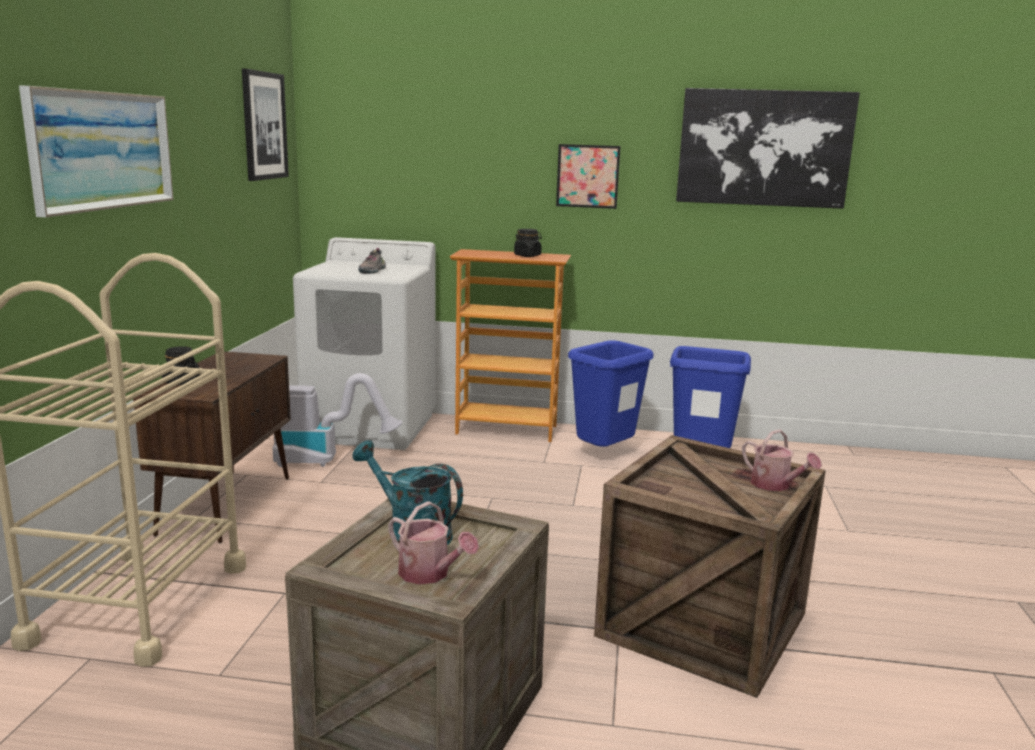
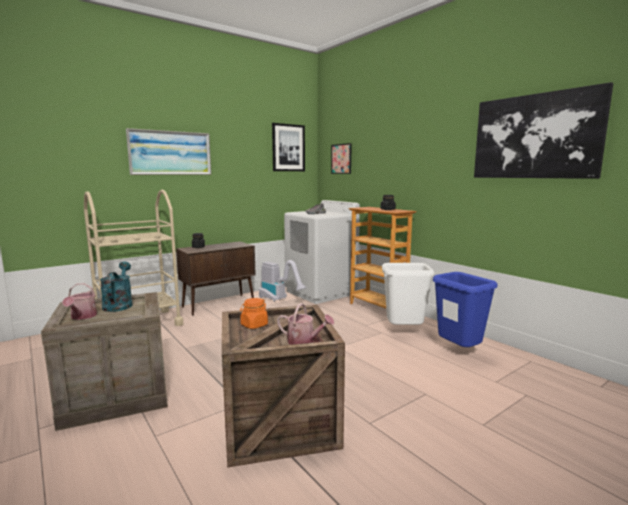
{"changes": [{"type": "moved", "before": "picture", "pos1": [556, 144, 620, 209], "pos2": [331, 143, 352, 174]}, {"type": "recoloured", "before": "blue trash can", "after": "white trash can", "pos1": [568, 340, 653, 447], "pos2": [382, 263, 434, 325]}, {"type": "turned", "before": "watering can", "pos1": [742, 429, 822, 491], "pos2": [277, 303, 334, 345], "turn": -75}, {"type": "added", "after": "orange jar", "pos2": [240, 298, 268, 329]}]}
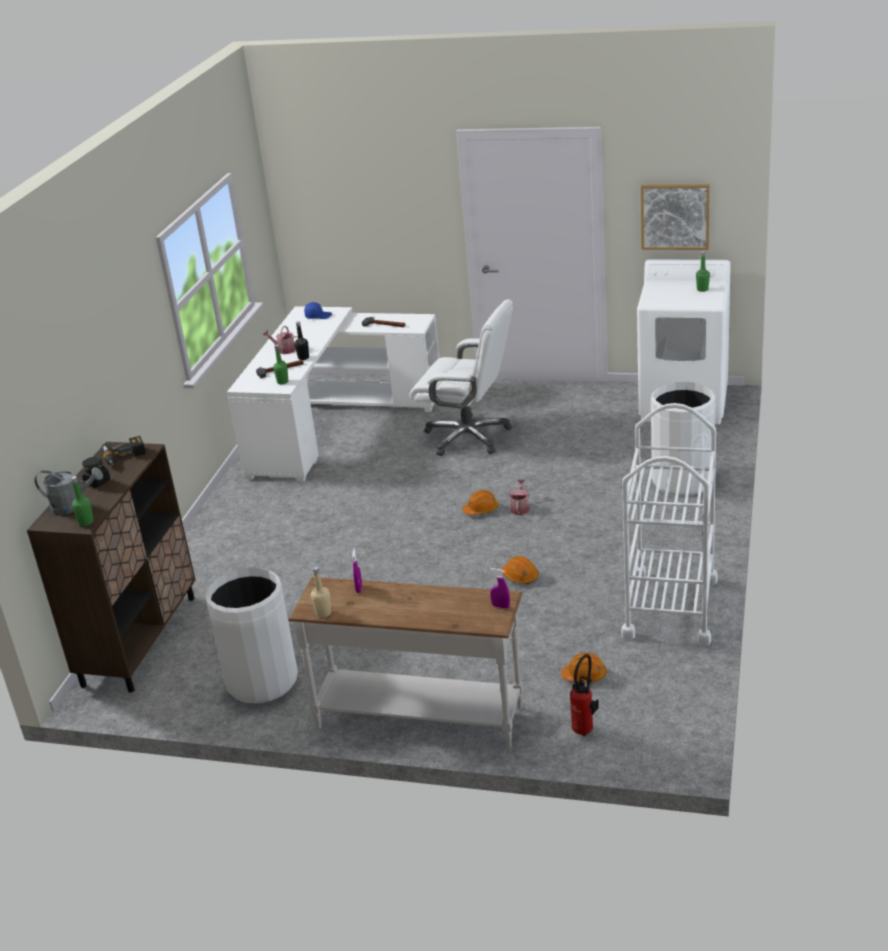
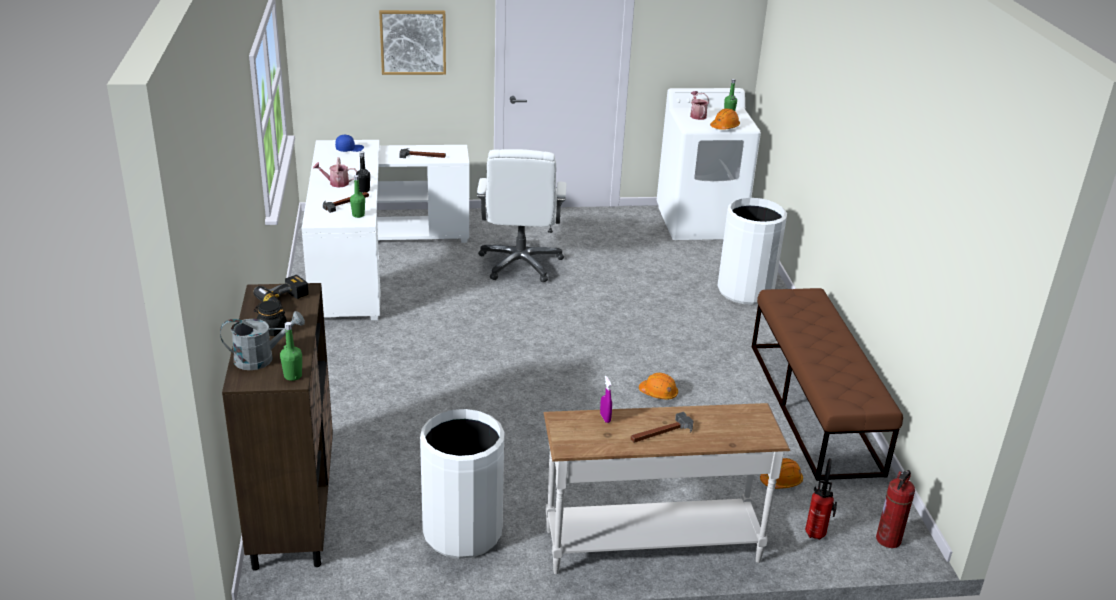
{"changes": [{"type": "removed", "before": "beige bottle", "pos1": [311, 566, 331, 618]}, {"type": "turned", "before": "white office chair", "pos1": [409, 299, 513, 456], "pos2": [477, 149, 566, 282], "turn": 90}, {"type": "moved", "before": "orange hard hat", "pos1": [462, 490, 499, 515], "pos2": [710, 108, 740, 130]}, {"type": "removed", "before": "purple spray bottle", "pos1": [490, 568, 510, 609]}, {"type": "moved", "before": "watering can", "pos1": [508, 479, 530, 515], "pos2": [690, 91, 709, 120]}, {"type": "replaced", "before": "white cart", "after": "brown bench", "pos1": [621, 403, 718, 646], "pos2": [752, 288, 903, 481]}, {"type": "moved", "before": "picture", "pos1": [641, 184, 710, 250], "pos2": [379, 10, 446, 75]}, {"type": "added", "after": "hammer", "pos2": [631, 412, 693, 443]}, {"type": "added", "after": "fire extinguisher", "pos2": [876, 470, 915, 548]}]}
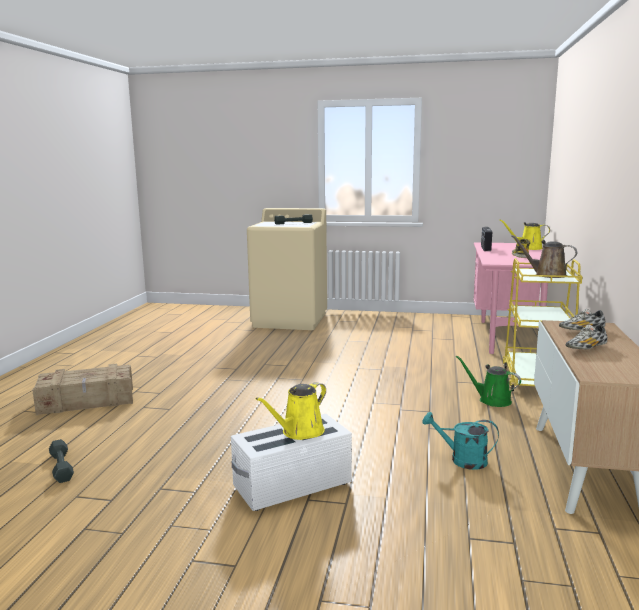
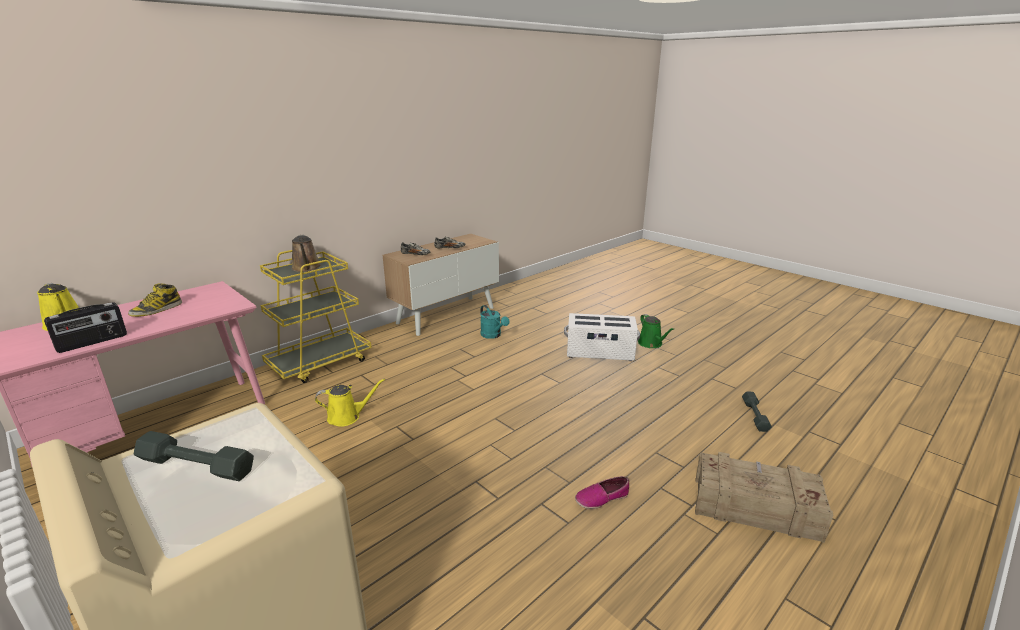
{"changes": [{"type": "moved", "before": "yellow watering can", "pos1": [256, 382, 326, 440], "pos2": [315, 378, 385, 427]}, {"type": "moved", "before": "green watering can", "pos1": [456, 356, 521, 407], "pos2": [638, 314, 674, 348]}, {"type": "added", "after": "shoe", "pos2": [575, 476, 629, 509]}]}
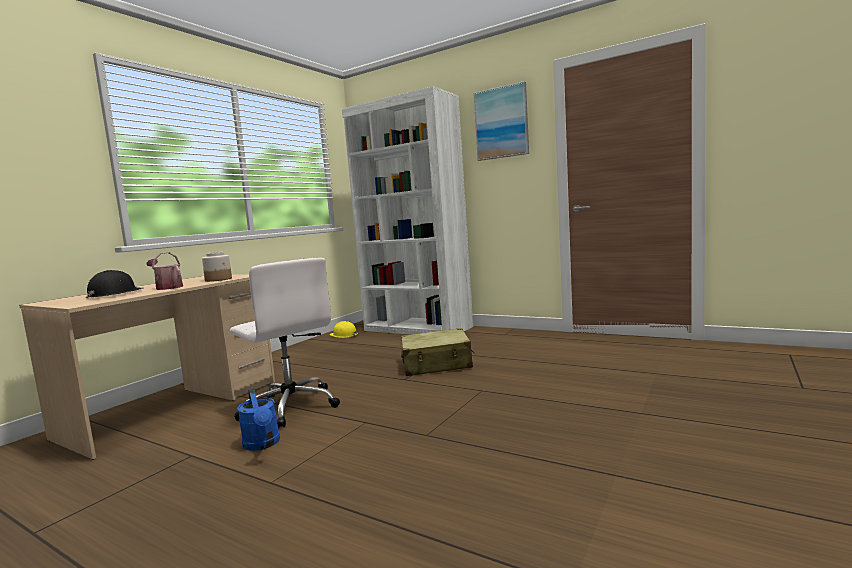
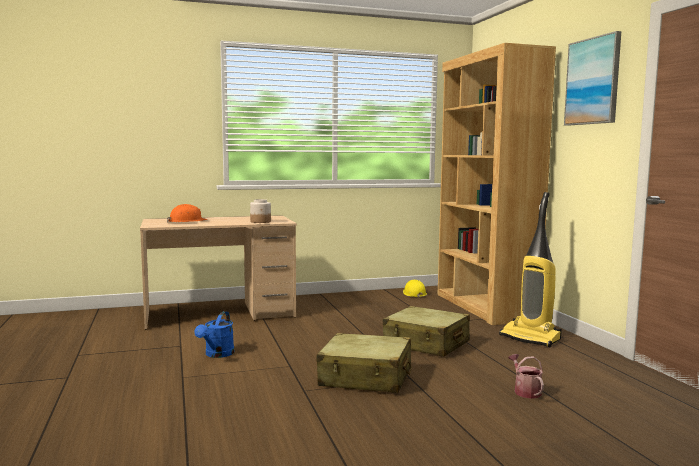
{"changes": [{"type": "recoloured", "before": "black hard hat", "after": "orange hard hat", "pos1": [86, 270, 144, 300], "pos2": [167, 204, 208, 223]}, {"type": "moved", "before": "watering can", "pos1": [146, 252, 183, 290], "pos2": [509, 354, 544, 399]}, {"type": "removed", "before": "white office chair", "pos1": [230, 258, 340, 428]}, {"type": "recoloured", "before": "white bookcase", "after": "brown bookcase", "pos1": [342, 86, 473, 335], "pos2": [438, 43, 556, 325]}, {"type": "added", "after": "beige suitcase", "pos2": [317, 333, 412, 393]}, {"type": "added", "after": "vacuum cleaner", "pos2": [499, 192, 562, 347]}]}
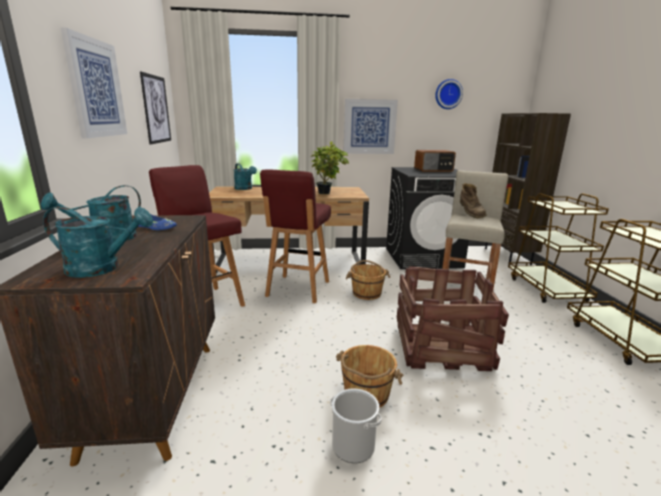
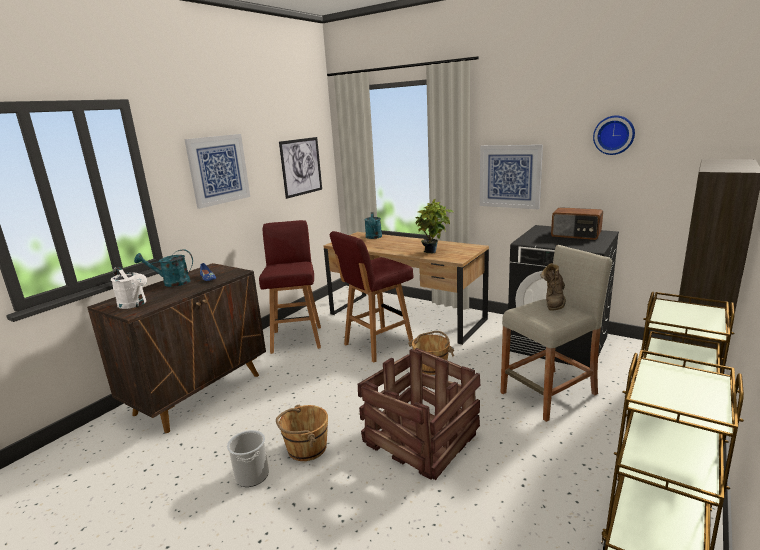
{"changes": [{"type": "recoloured", "before": "turquoise watering can", "after": "white watering can", "pos1": [43, 206, 153, 278], "pos2": [111, 267, 147, 309]}]}
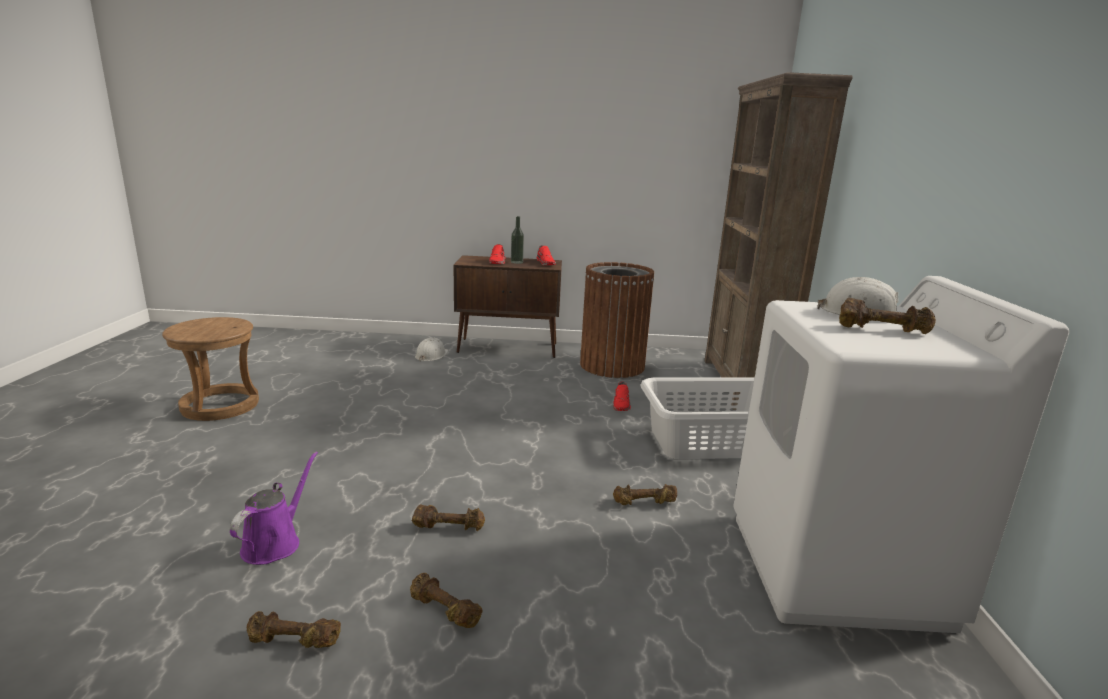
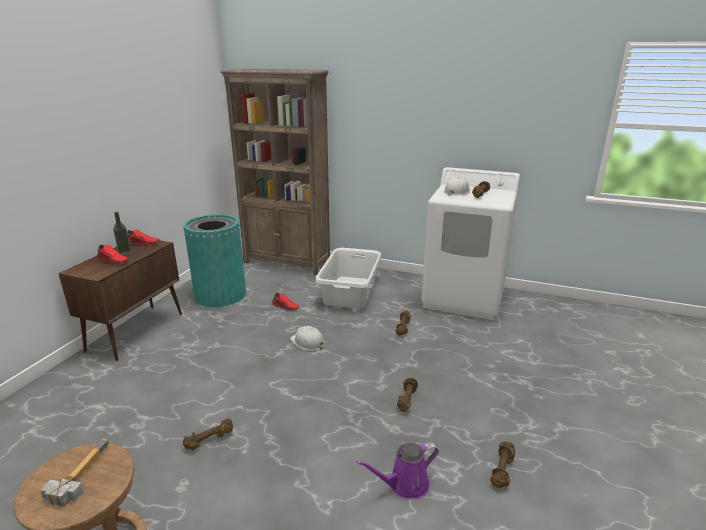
{"changes": [{"type": "turned", "before": "purple watering can", "pos1": [230, 451, 318, 565], "pos2": [357, 443, 439, 499], "turn": -60}, {"type": "moved", "before": "brown dumbbell", "pos1": [410, 573, 483, 628], "pos2": [183, 418, 233, 450]}, {"type": "moved", "before": "white hard hat", "pos1": [415, 338, 449, 362], "pos2": [290, 326, 325, 351]}, {"type": "recoloured", "before": "brown trash can", "after": "turquoise trash can", "pos1": [580, 262, 655, 378], "pos2": [183, 214, 246, 307]}, {"type": "added", "after": "hammer", "pos2": [40, 439, 109, 507]}]}
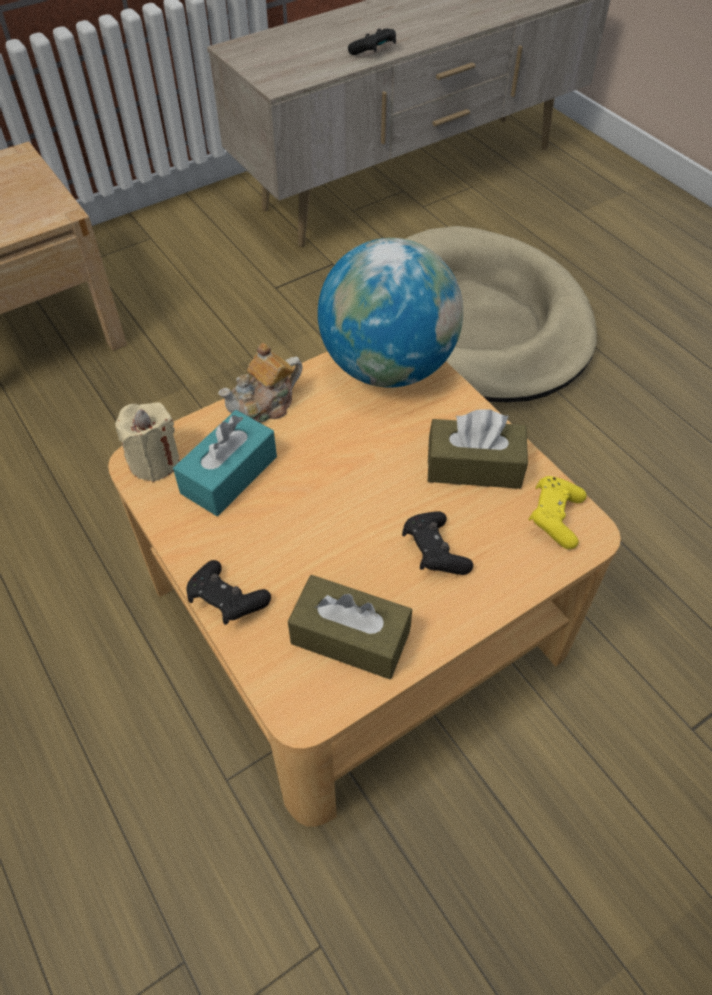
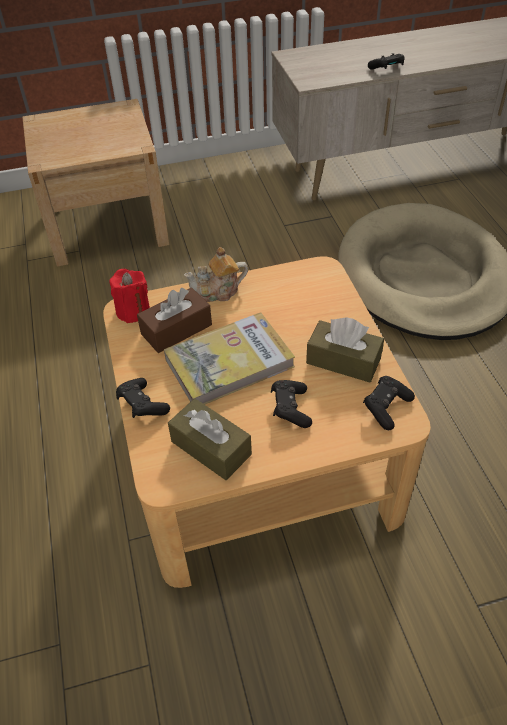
{"changes": [{"type": "recoloured", "before": "beige candle", "after": "red candle", "pos1": [115, 403, 179, 482], "pos2": [109, 269, 150, 323]}, {"type": "recoloured", "before": "turquoise tissue box", "after": "brown tissue box", "pos1": [173, 410, 277, 516], "pos2": [137, 287, 212, 353]}, {"type": "removed", "before": "globe", "pos1": [318, 238, 463, 388]}, {"type": "recoloured", "before": "yellow game controller", "after": "black game controller", "pos1": [528, 476, 587, 549], "pos2": [363, 376, 415, 430]}, {"type": "added", "after": "book", "pos2": [164, 312, 295, 405]}]}
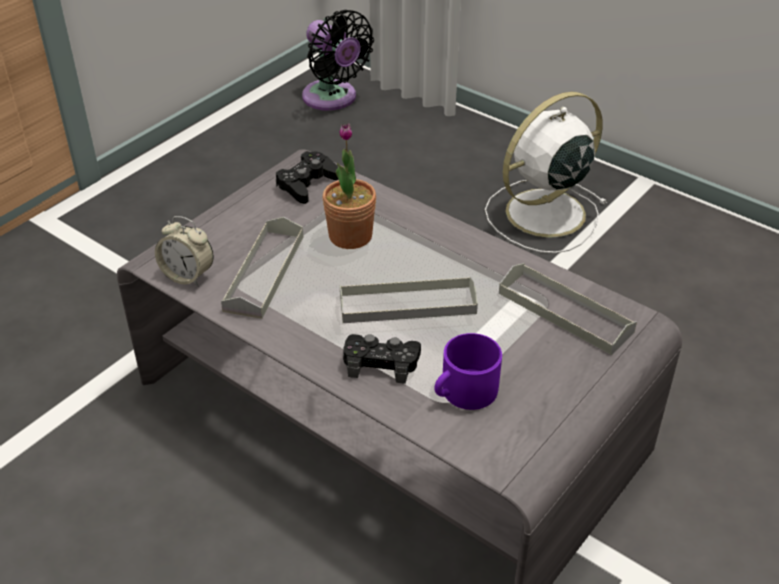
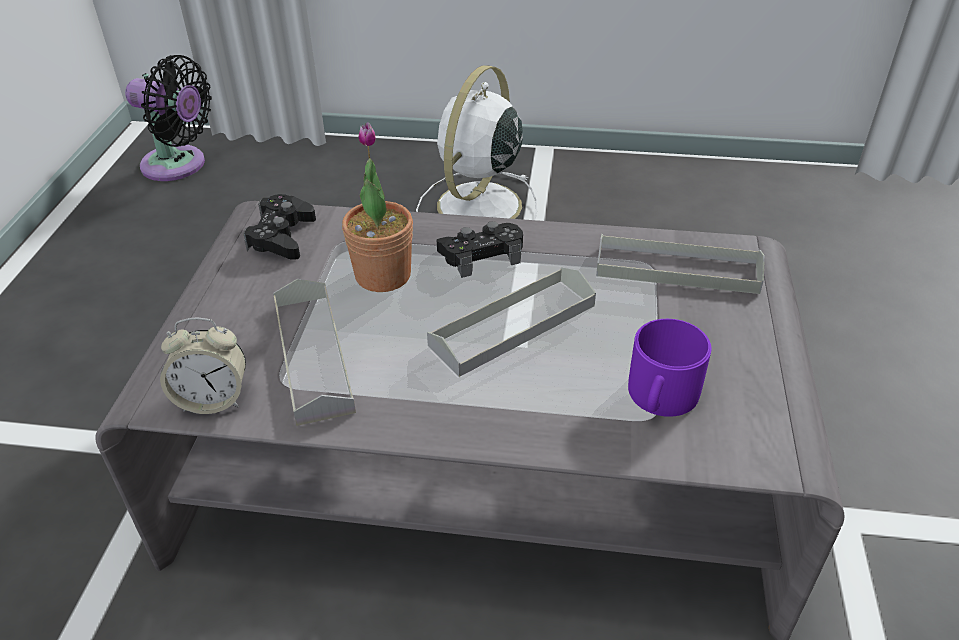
{"changes": [{"type": "moved", "before": "black game controller", "pos1": [343, 334, 421, 384], "pos2": [437, 221, 523, 278]}]}
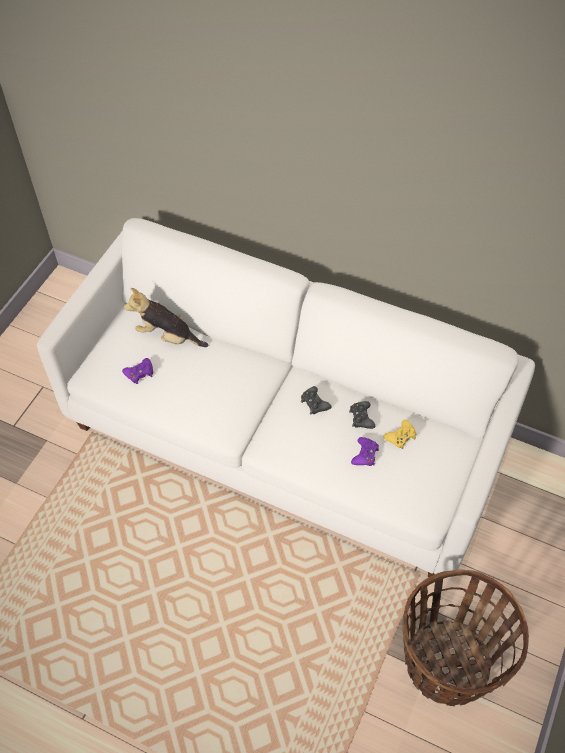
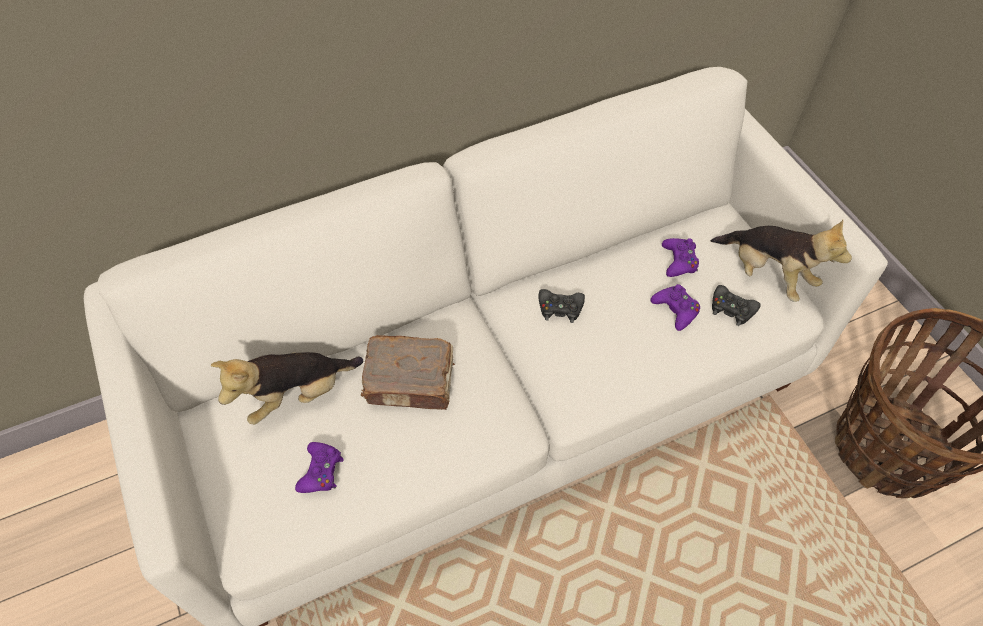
{"changes": [{"type": "moved", "before": "black game controller", "pos1": [349, 401, 375, 429], "pos2": [712, 285, 761, 326]}, {"type": "recoloured", "before": "yellow game controller", "after": "purple game controller", "pos1": [383, 420, 417, 449], "pos2": [662, 238, 699, 277]}, {"type": "added", "after": "brown book", "pos2": [361, 335, 455, 410]}, {"type": "added", "after": "plush toy", "pos2": [711, 220, 852, 302]}]}
